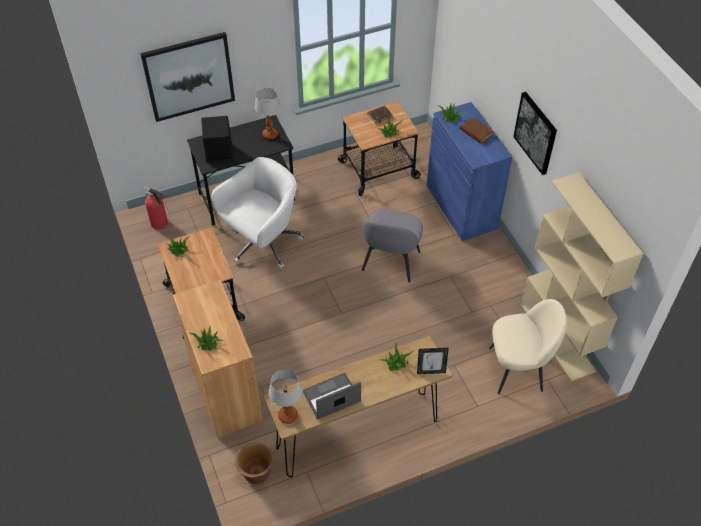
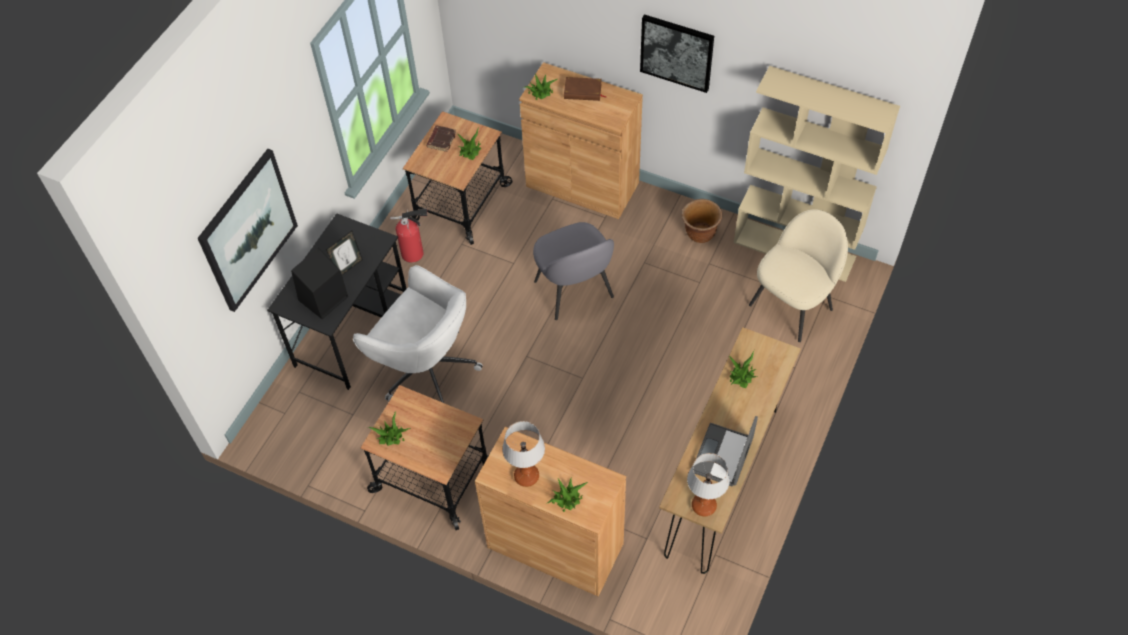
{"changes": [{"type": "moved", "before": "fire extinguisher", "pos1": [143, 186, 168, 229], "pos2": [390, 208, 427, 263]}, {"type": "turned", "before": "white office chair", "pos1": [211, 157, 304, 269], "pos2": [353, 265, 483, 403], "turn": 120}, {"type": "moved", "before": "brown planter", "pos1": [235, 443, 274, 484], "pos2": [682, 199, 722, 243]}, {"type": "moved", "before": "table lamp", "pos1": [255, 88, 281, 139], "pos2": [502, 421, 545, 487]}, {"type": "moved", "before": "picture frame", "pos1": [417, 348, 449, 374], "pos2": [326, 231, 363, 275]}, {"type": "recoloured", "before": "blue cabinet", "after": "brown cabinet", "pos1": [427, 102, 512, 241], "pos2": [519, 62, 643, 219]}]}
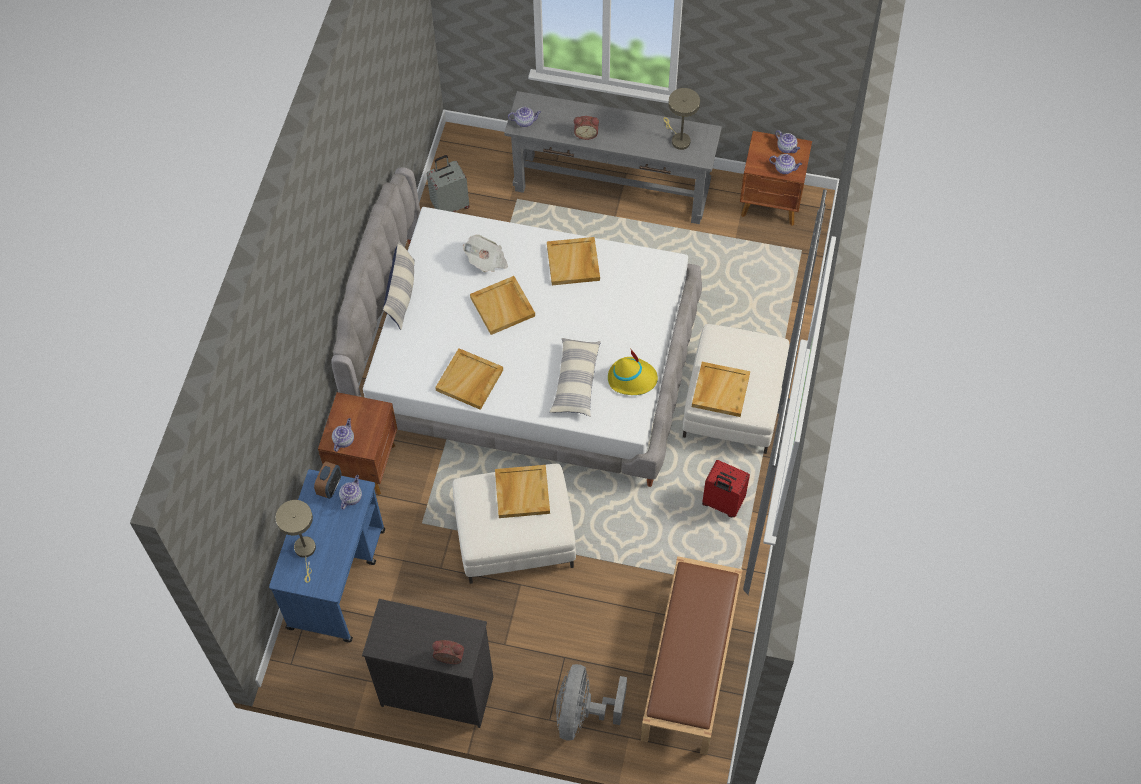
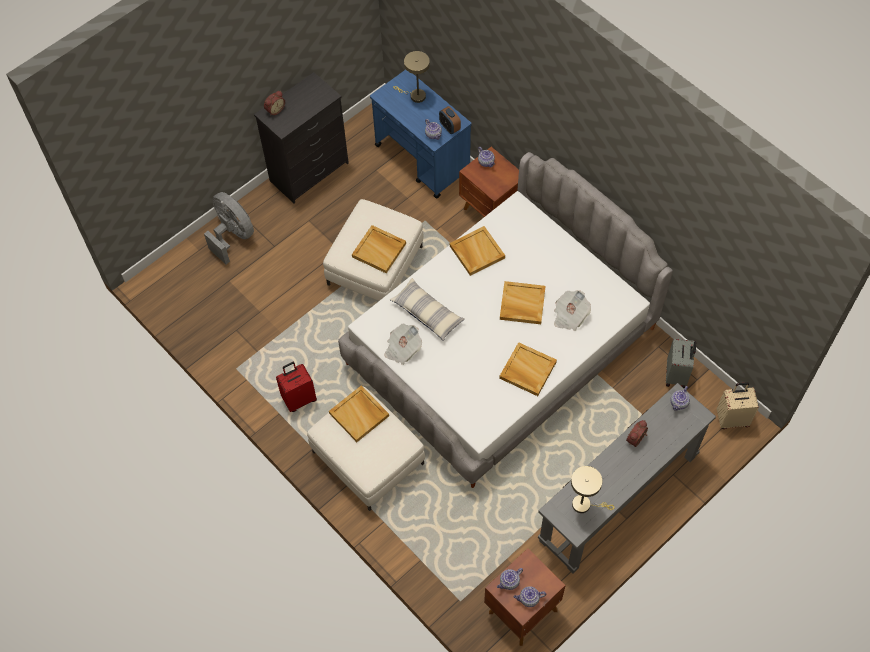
{"changes": [{"type": "removed", "before": "pillow", "pos1": [383, 241, 415, 330]}, {"type": "replaced", "before": "yellow hat", "after": "newspaper", "pos1": [608, 348, 658, 395], "pos2": [384, 323, 422, 365]}, {"type": "removed", "before": "brown bench", "pos1": [641, 556, 743, 755]}, {"type": "added", "after": "beige suitcase", "pos2": [717, 382, 759, 429]}]}
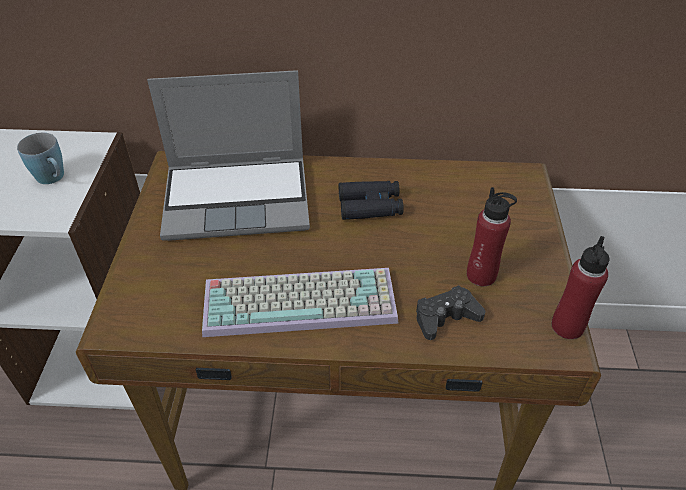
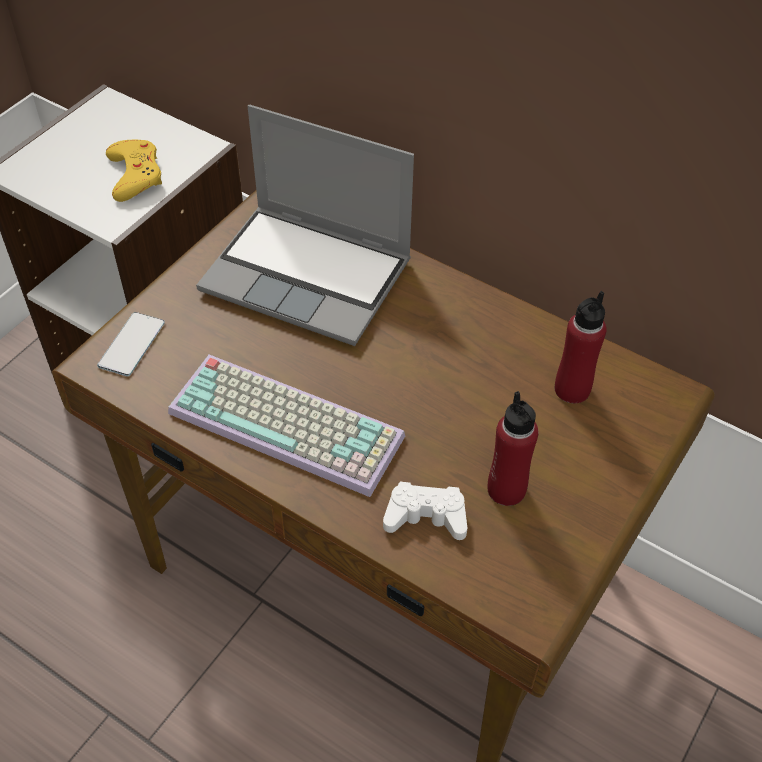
{"changes": [{"type": "replaced", "before": "blue mug", "after": "yellow game controller", "pos1": [17, 133, 64, 184], "pos2": [106, 140, 162, 202]}, {"type": "removed", "before": "black binoculars", "pos1": [339, 181, 404, 220]}, {"type": "recoloured", "before": "black game controller", "after": "white game controller", "pos1": [416, 285, 485, 340], "pos2": [383, 482, 467, 540]}, {"type": "moved", "before": "red bottle", "pos1": [551, 236, 610, 339], "pos2": [555, 291, 607, 403]}, {"type": "added", "after": "phone", "pos2": [97, 312, 165, 376]}]}
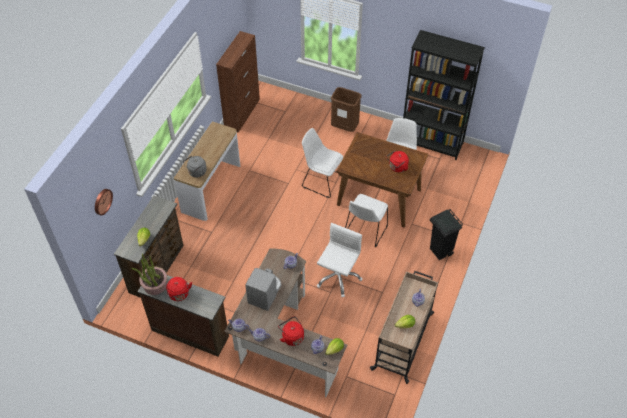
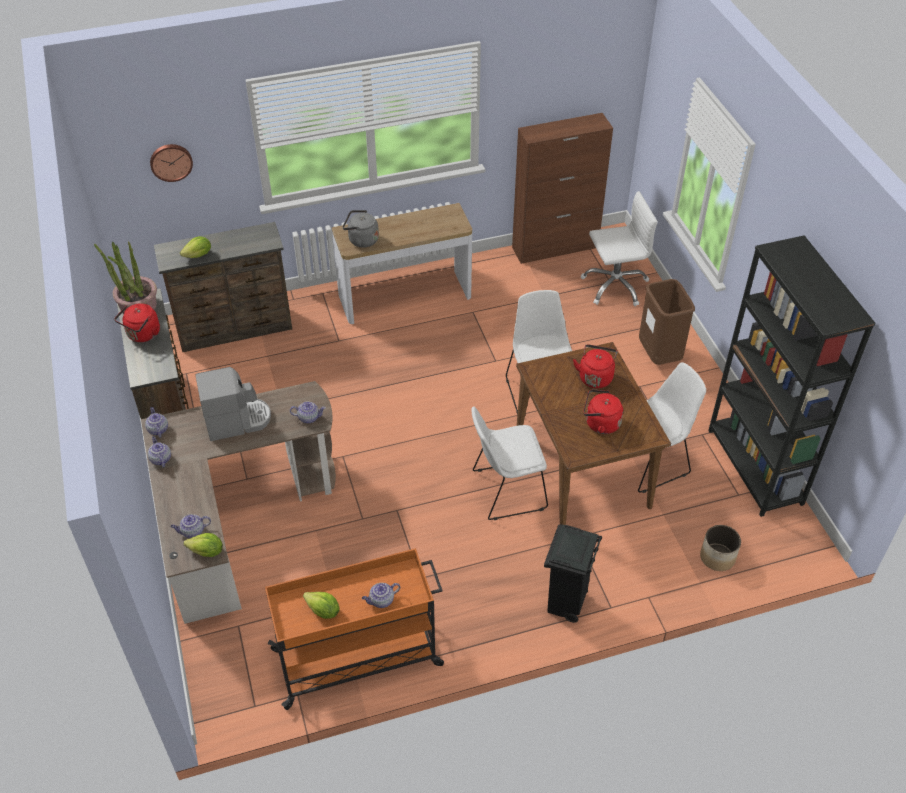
{"changes": [{"type": "moved", "before": "red kettle", "pos1": [278, 316, 304, 346], "pos2": [573, 344, 617, 388]}, {"type": "moved", "before": "white office chair", "pos1": [317, 223, 362, 297], "pos2": [581, 191, 658, 306]}, {"type": "recoloured", "before": "beige cart", "after": "orange cart", "pos1": [370, 271, 438, 384], "pos2": [265, 548, 444, 710]}, {"type": "added", "after": "planter", "pos2": [700, 525, 741, 571]}]}
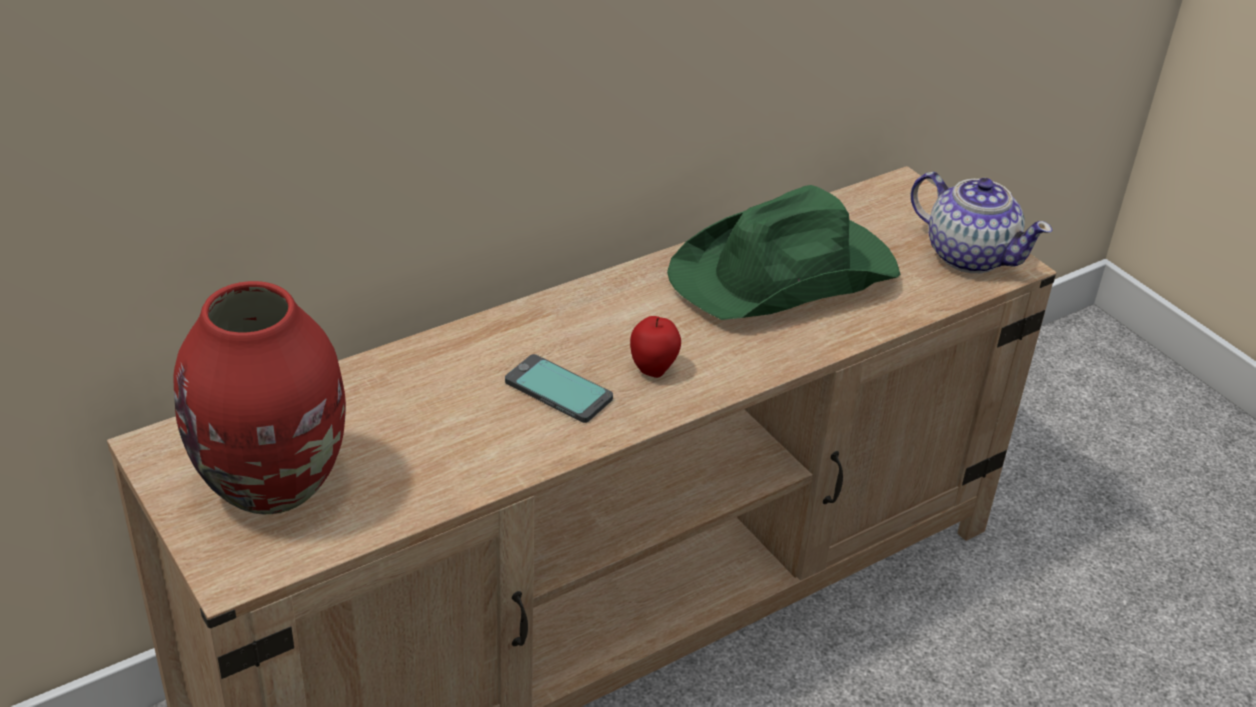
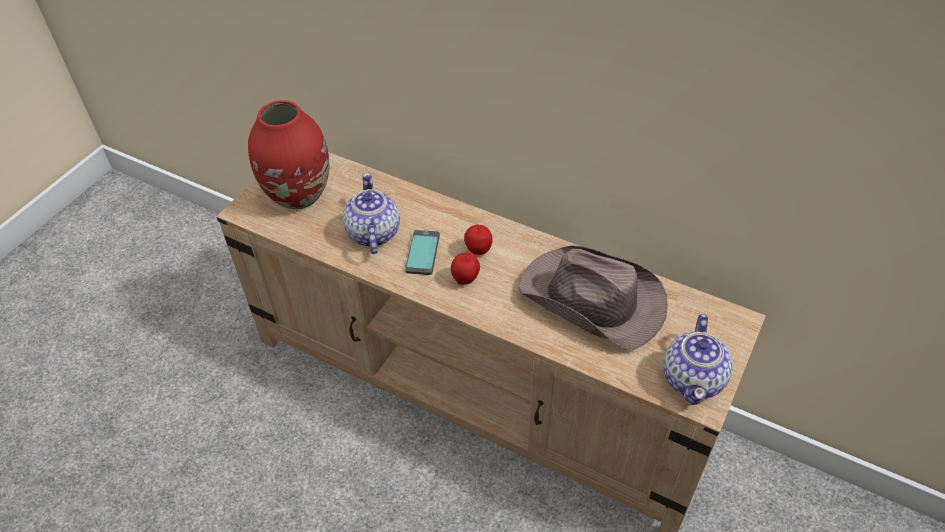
{"changes": [{"type": "recoloured", "before": "green hat", "after": "brown hat", "pos1": [667, 185, 901, 320], "pos2": [518, 245, 668, 350]}, {"type": "added", "after": "teapot", "pos2": [343, 172, 400, 254]}, {"type": "added", "after": "apple", "pos2": [464, 224, 493, 255]}]}
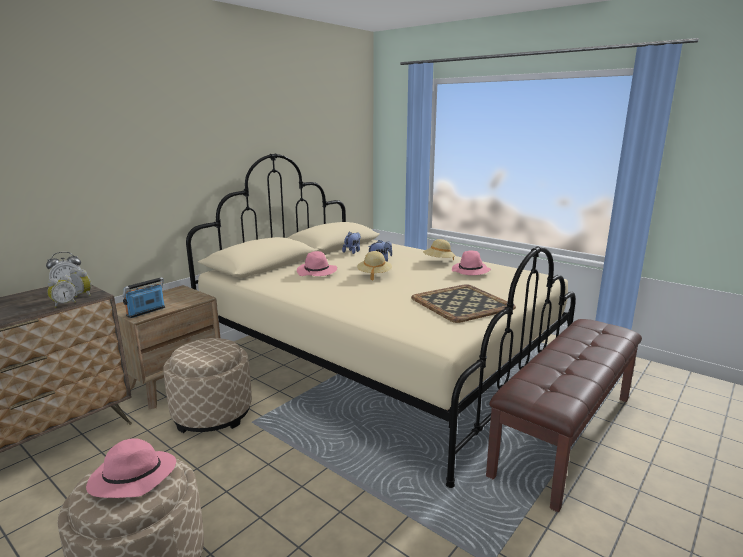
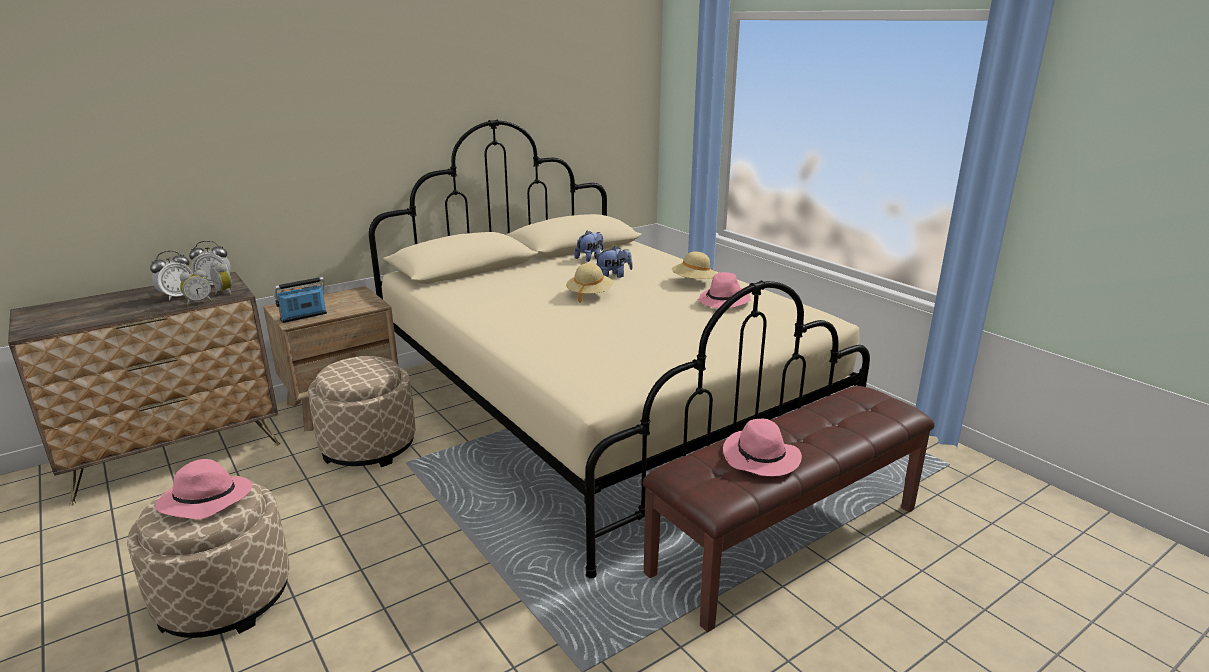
{"changes": [{"type": "moved", "before": "pink hat", "pos1": [297, 251, 337, 276], "pos2": [723, 419, 802, 476]}, {"type": "removed", "before": "tray", "pos1": [411, 284, 516, 323]}, {"type": "added", "after": "alarm clock", "pos2": [150, 250, 193, 301]}]}
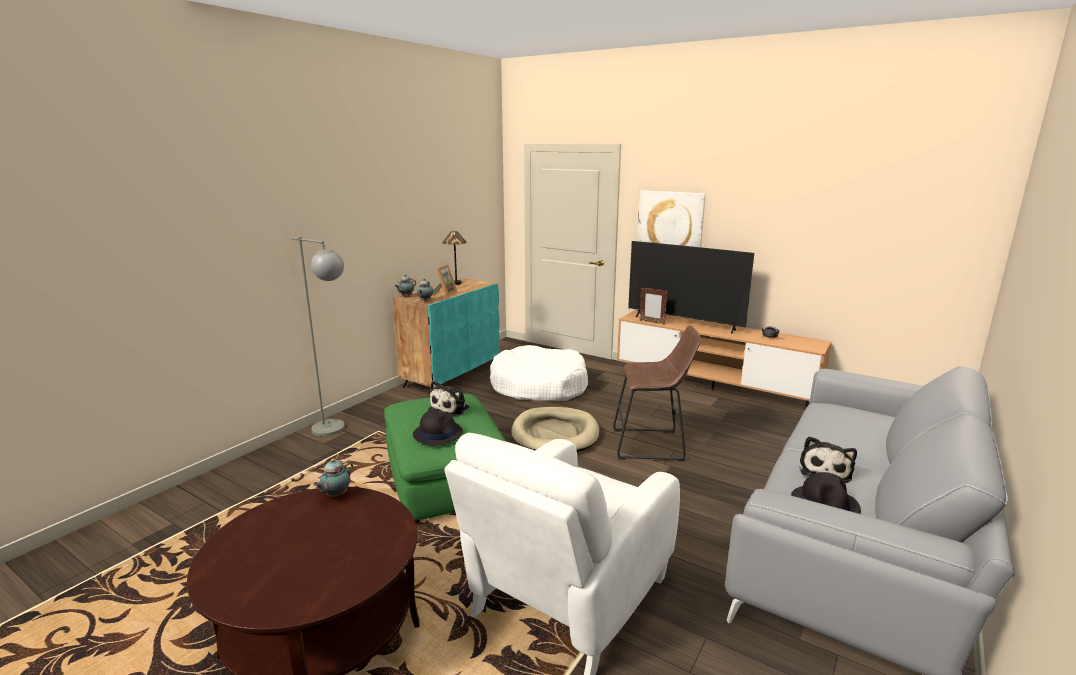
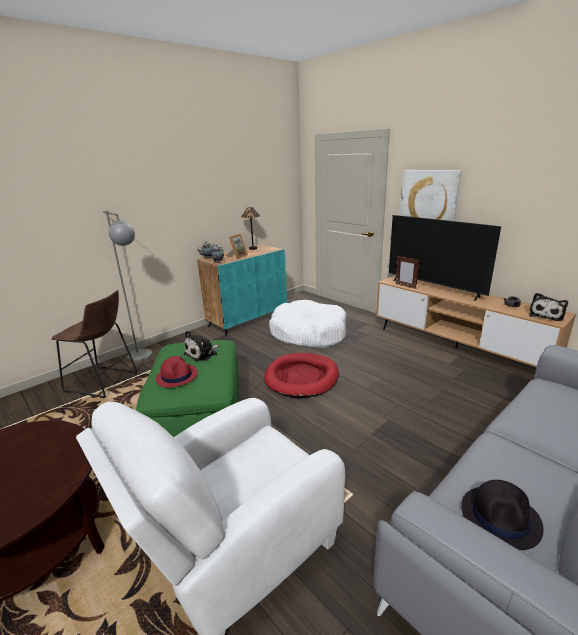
{"changes": [{"type": "removed", "before": "teapot", "pos1": [313, 459, 353, 497]}, {"type": "recoloured", "before": "black hat", "after": "red hat", "pos1": [413, 409, 463, 446], "pos2": [156, 356, 198, 388]}, {"type": "recoloured", "before": "beige dog bed", "after": "red dog bed", "pos1": [511, 407, 599, 452], "pos2": [264, 353, 339, 398]}, {"type": "moved", "before": "brown stool", "pos1": [613, 325, 701, 461], "pos2": [52, 290, 137, 398]}, {"type": "moved", "before": "plush toy", "pos1": [799, 436, 857, 483], "pos2": [529, 293, 568, 321]}]}
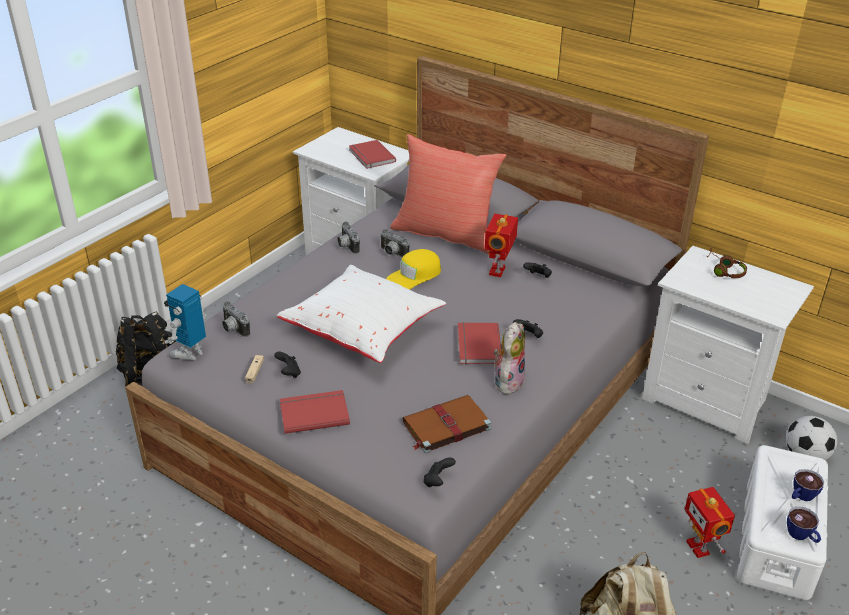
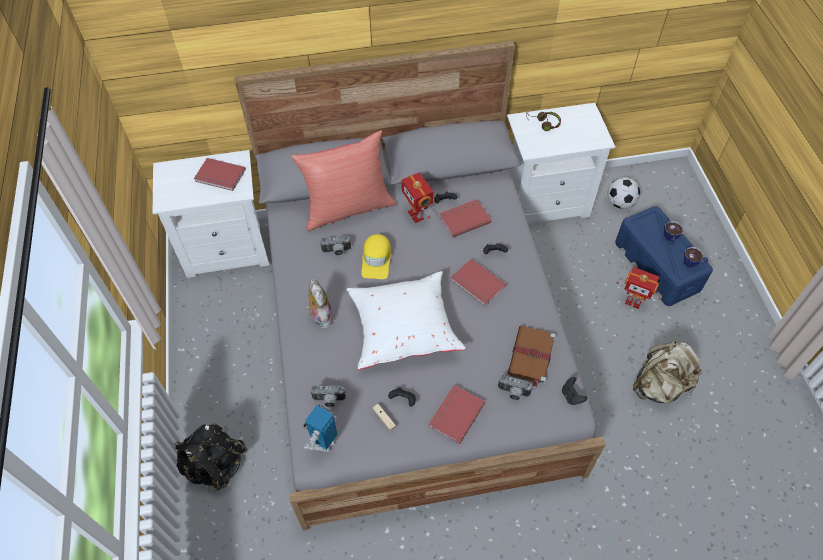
{"changes": [{"type": "turned", "before": "toy robot", "pos1": [164, 284, 207, 360], "pos2": [303, 405, 338, 452], "turn": 45}, {"type": "moved", "before": "photo camera", "pos1": [337, 222, 360, 254], "pos2": [498, 375, 533, 400]}, {"type": "moved", "before": "plush toy", "pos1": [494, 322, 525, 394], "pos2": [306, 279, 334, 328]}, {"type": "recoloured", "before": "white storage box", "after": "blue storage box", "pos1": [737, 445, 828, 600], "pos2": [615, 206, 713, 306]}, {"type": "added", "after": "red book", "pos2": [439, 199, 491, 237]}]}
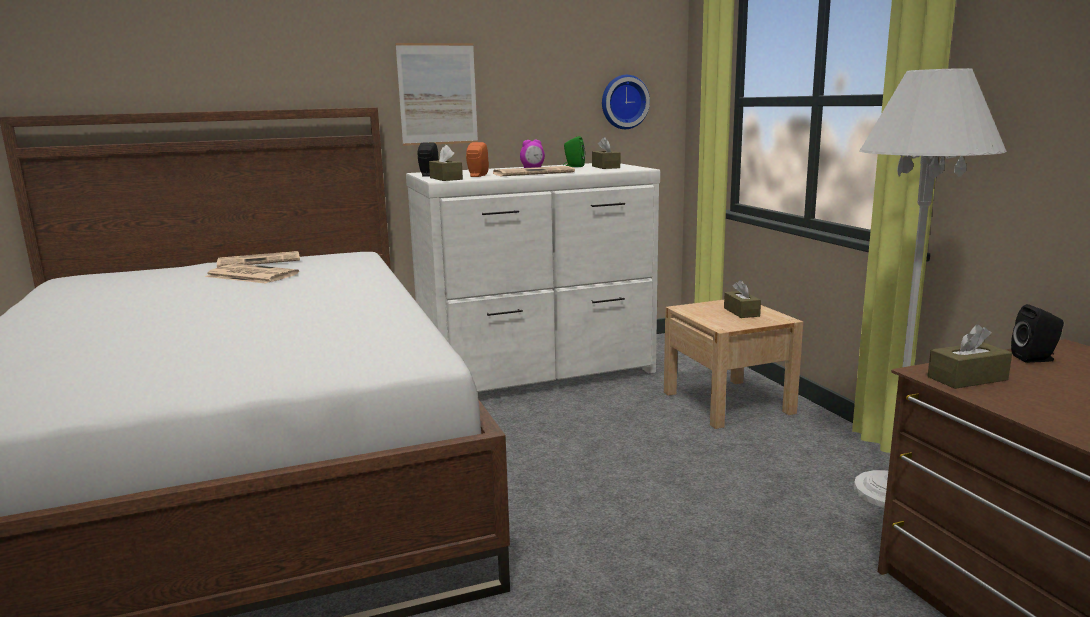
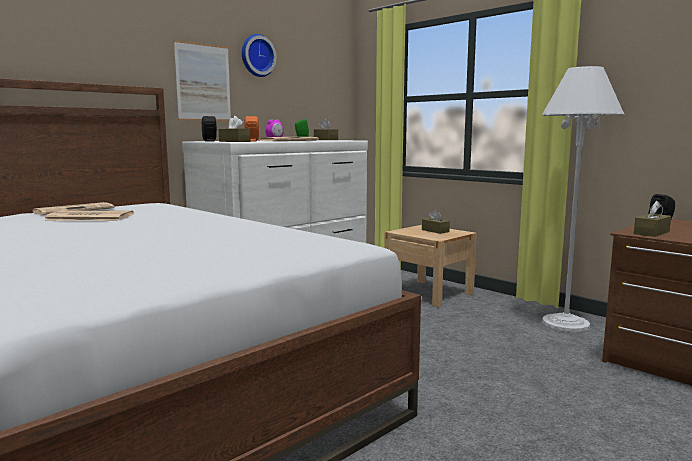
{"changes": [{"type": "moved", "before": "wall clock", "pos1": [602, 75, 650, 129], "pos2": [242, 34, 277, 77]}]}
